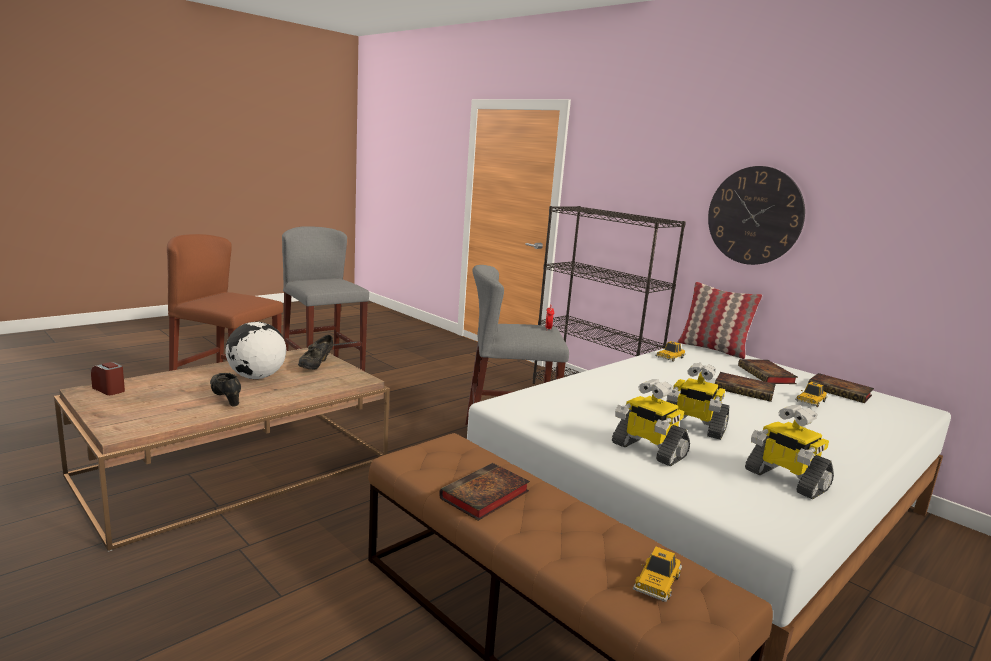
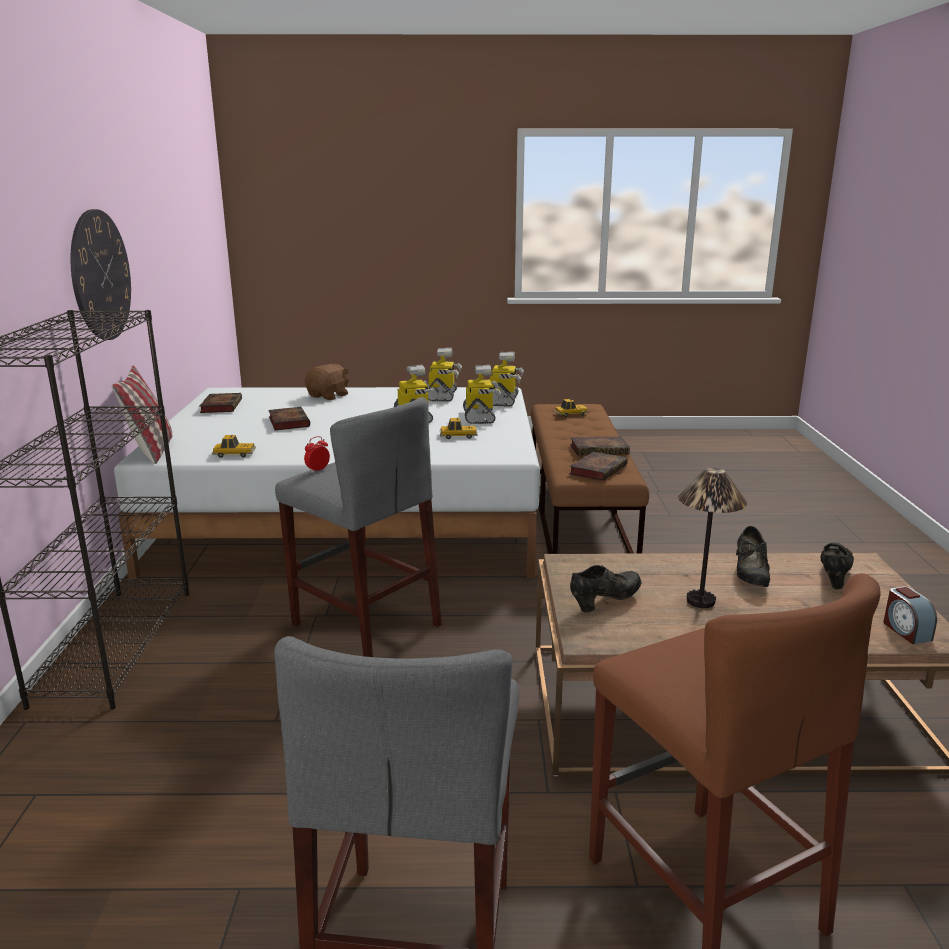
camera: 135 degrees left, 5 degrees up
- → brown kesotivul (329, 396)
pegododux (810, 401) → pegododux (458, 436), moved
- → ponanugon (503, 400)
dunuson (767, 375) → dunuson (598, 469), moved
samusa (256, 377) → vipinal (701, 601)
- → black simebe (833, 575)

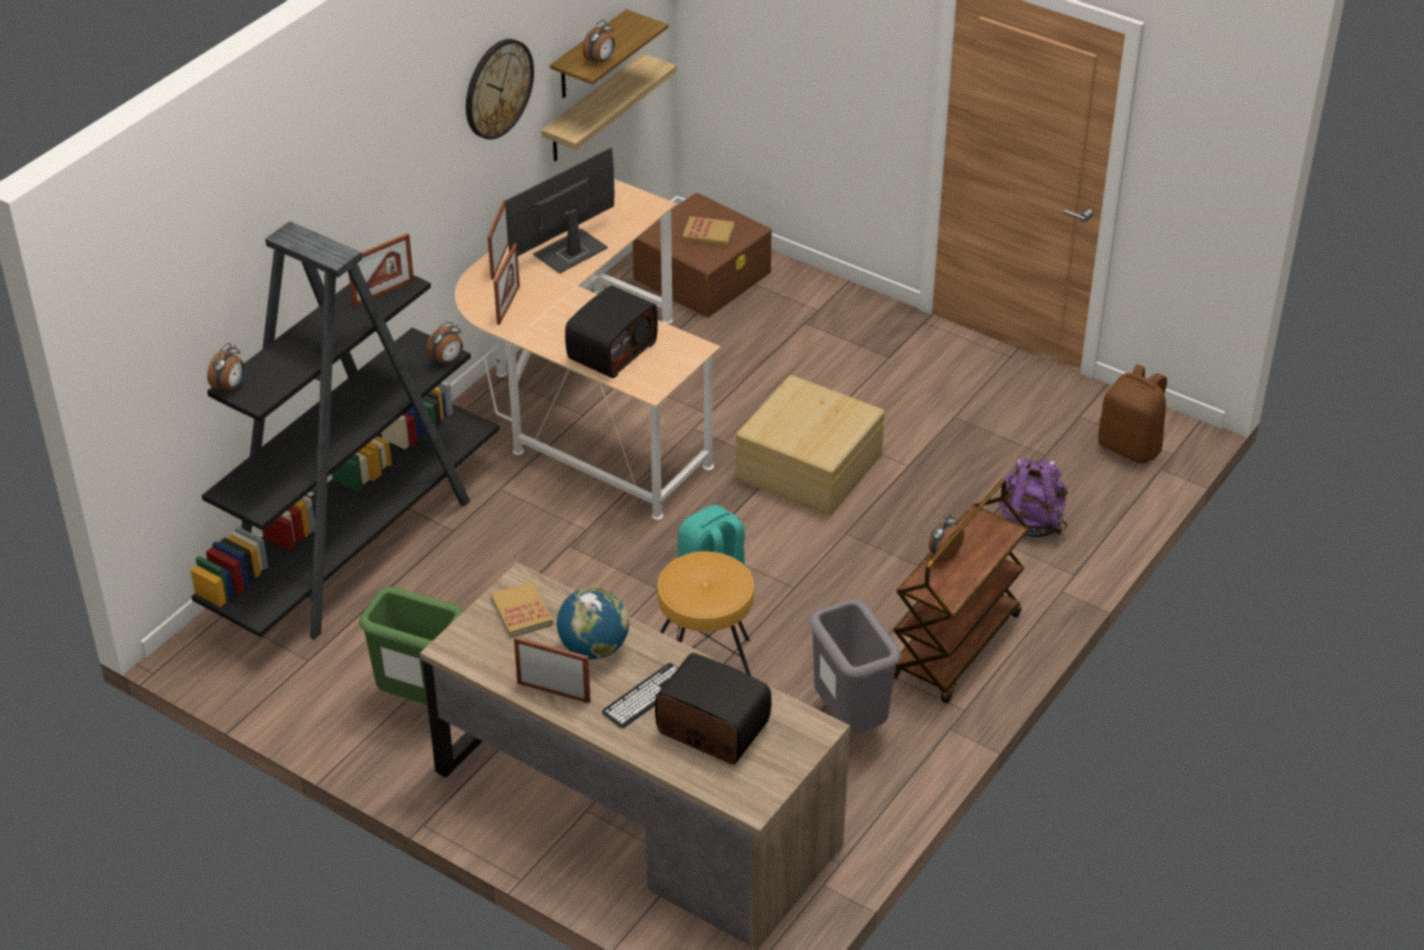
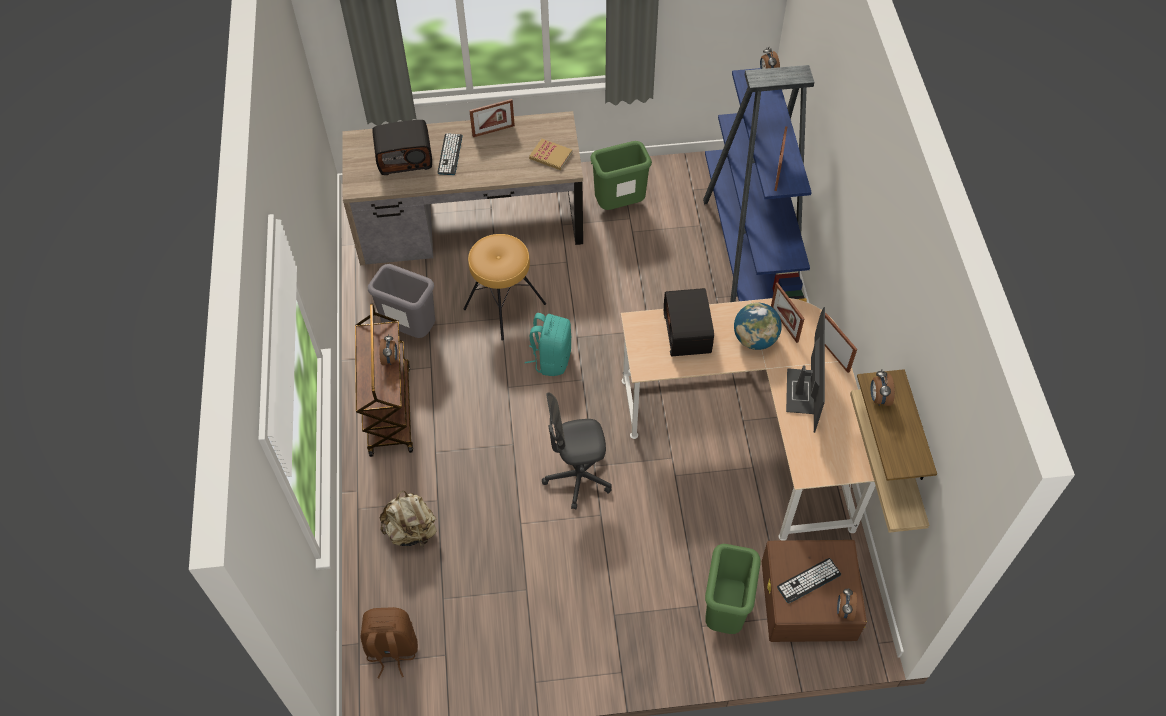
camera: 140 degrees right, 15 degrees up
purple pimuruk (1030, 523) → beige pimuruk (411, 531)
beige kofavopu (808, 467) → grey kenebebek (578, 478)
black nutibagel (356, 545) → blue nutibagel (750, 257)
- → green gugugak (725, 612)
samusa (594, 648) → samusa (755, 339), moved
dunuson (708, 234) → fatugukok (809, 580)
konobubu (447, 360) → konobubu (844, 611), moved
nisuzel (498, 88) → -

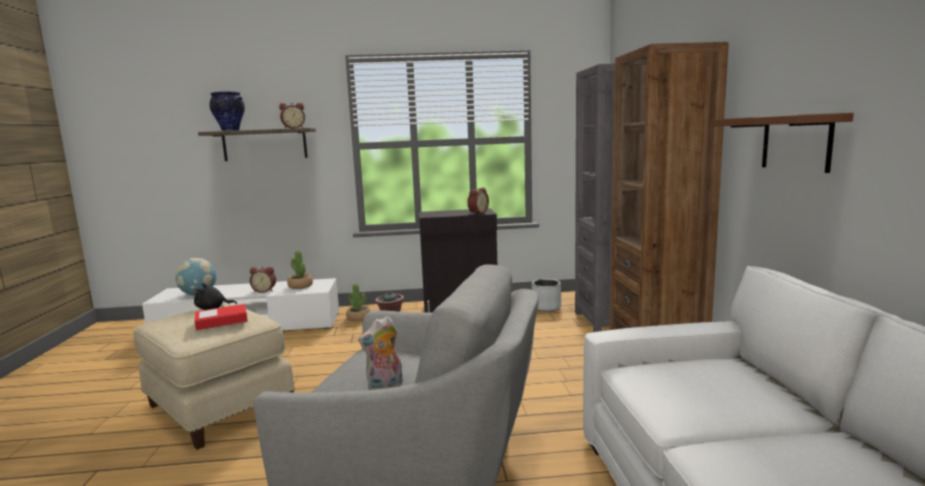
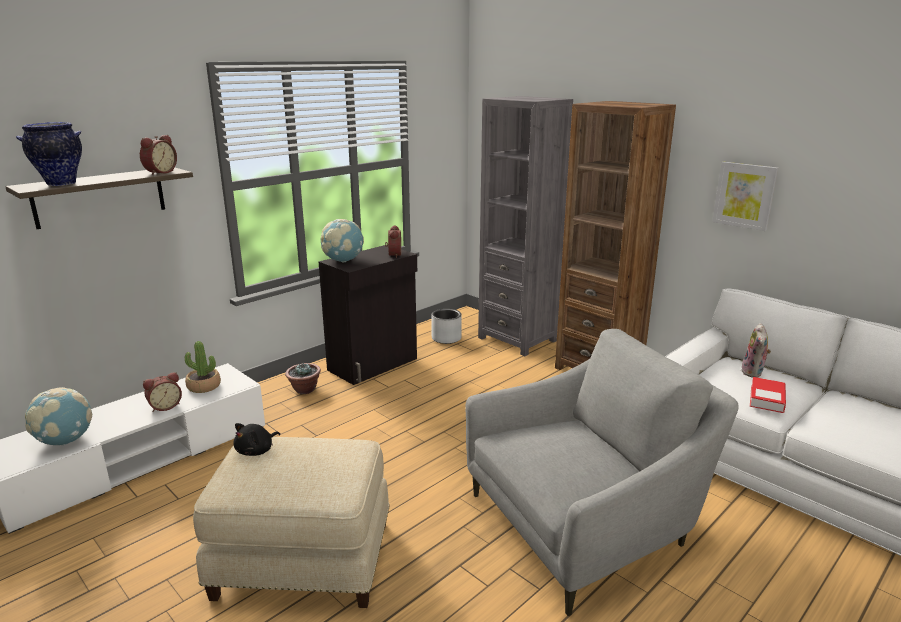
camera: 40 degrees left, 10 degrees up
- → samusa (343, 260)
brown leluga (796, 142) → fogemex (744, 195)
kesotivul (385, 387) → kesotivul (753, 373), moved
dunuson (222, 321) → dunuson (766, 399), moved
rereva (359, 318) → -

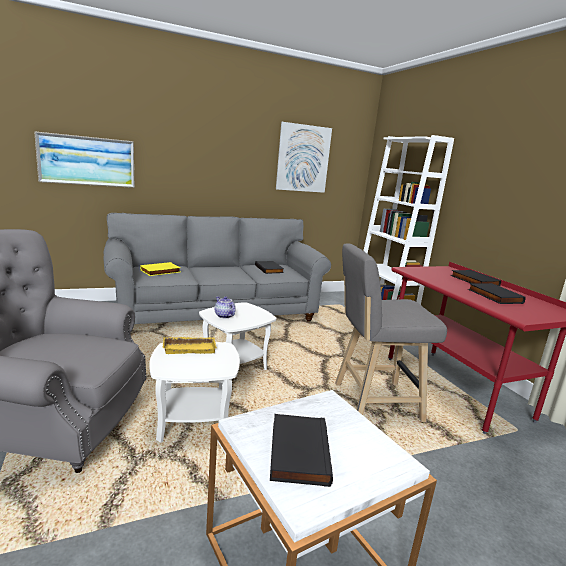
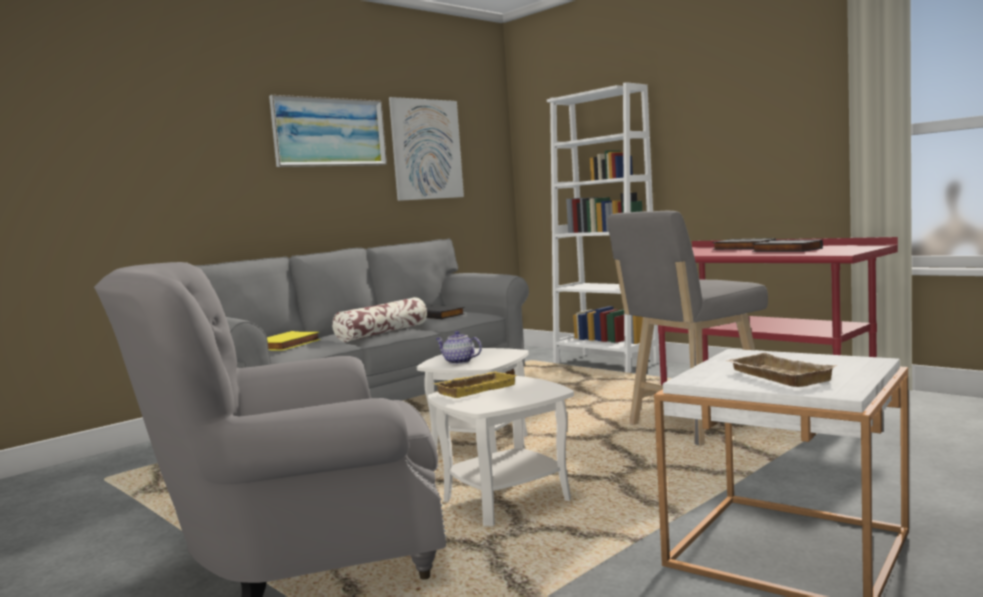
camera: 20 degrees left, 10 degrees down
fogemex (87, 161) → fogemex (329, 132), moved
- → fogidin (383, 332)
black dunuson (297, 451) → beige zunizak (775, 376)

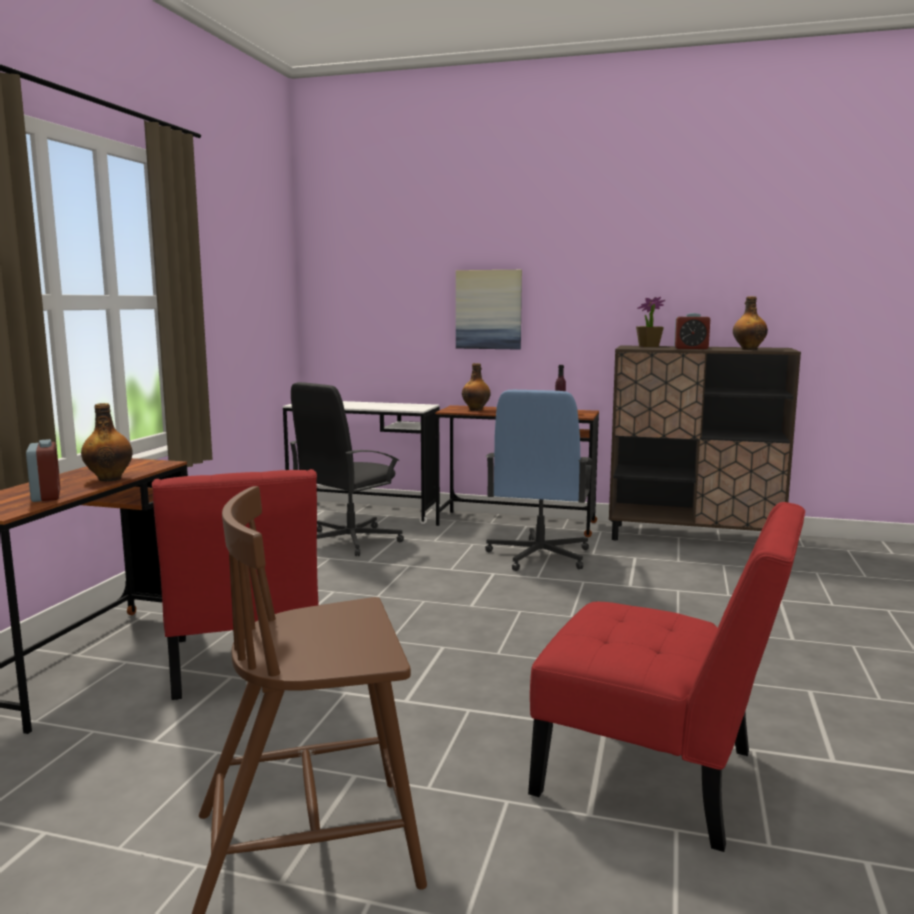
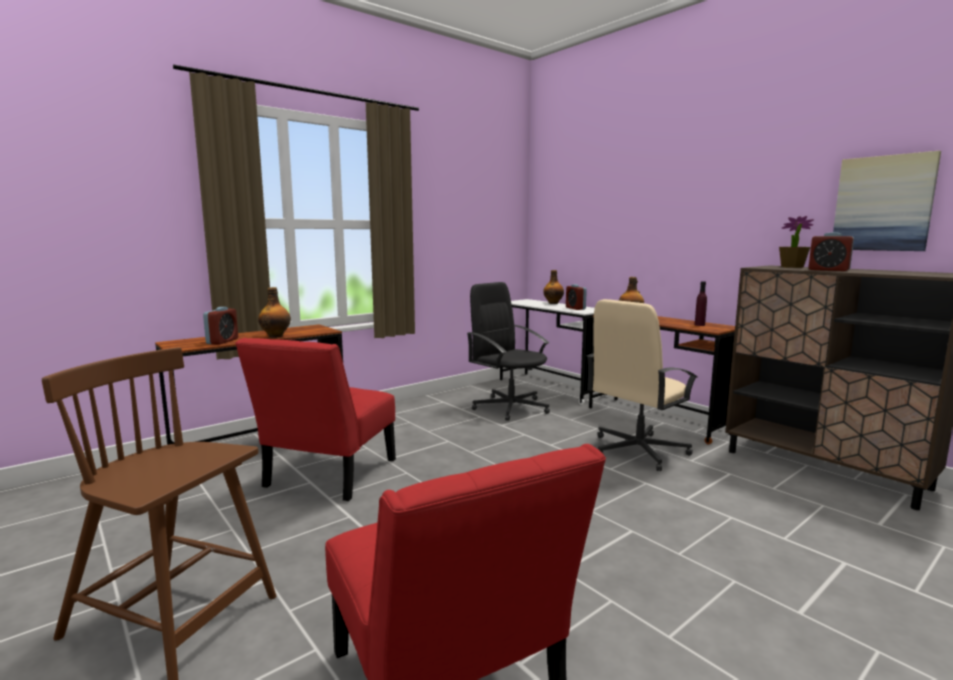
camera: 35 degrees right, 0 degrees up
black kenebebek (349, 541) → black kenebebek (510, 407), 60 degrees clockwise
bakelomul (748, 349) → bakelomul (553, 303), moved
- → konobubu (575, 308)
blue kenebebek (538, 556) → beige kenebebek (637, 451)
fogemex (488, 309) → fogemex (883, 203), moved

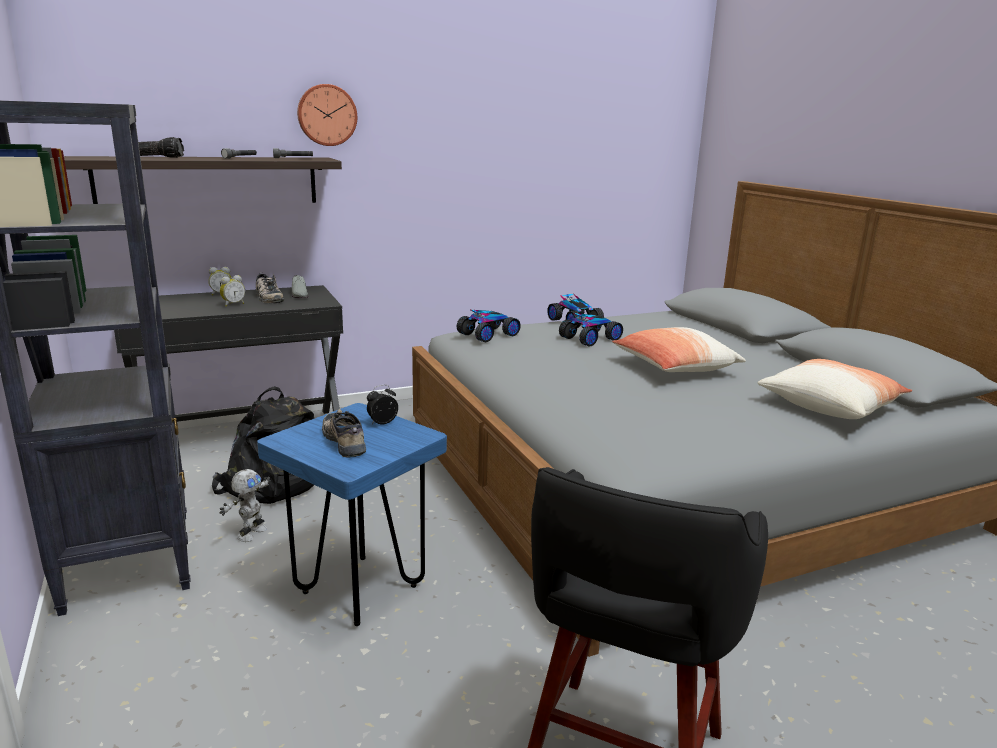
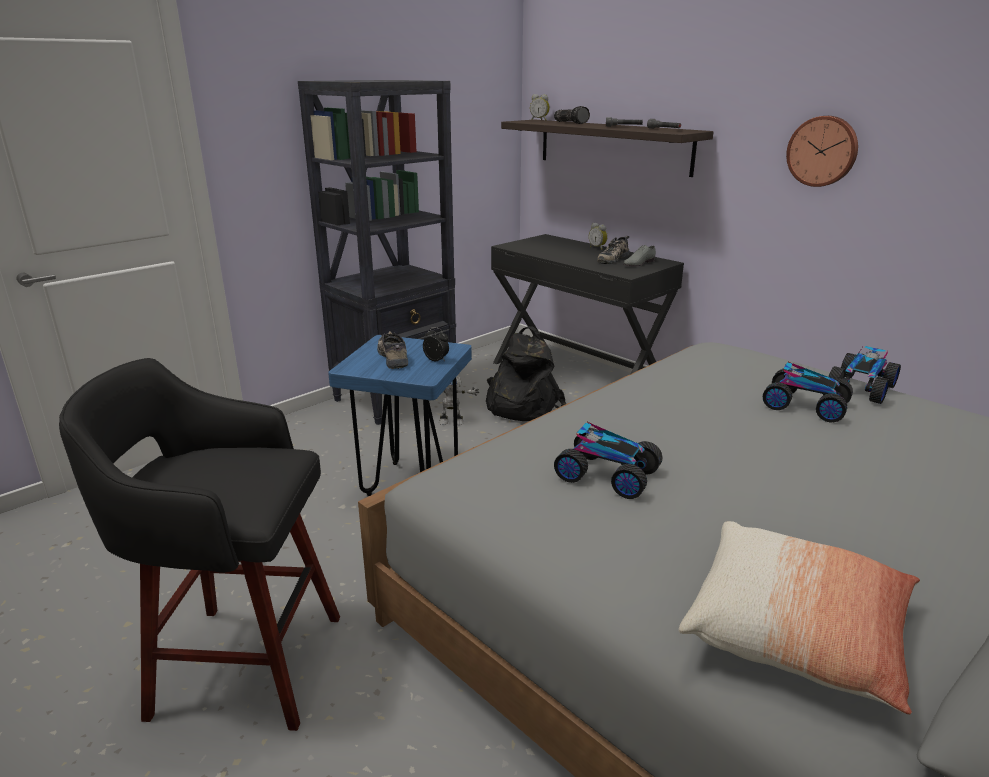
camera: 70 degrees right, 5 degrees up
simebe (346, 440) → simebe (394, 357), 60 degrees counterclockwise
konobubu (233, 304) → konobubu (539, 120), moved
pegododux (489, 335) → pegododux (607, 475), moved
nisuzel (327, 115) → nisuzel (822, 151), moved
fogidin (674, 368) → -

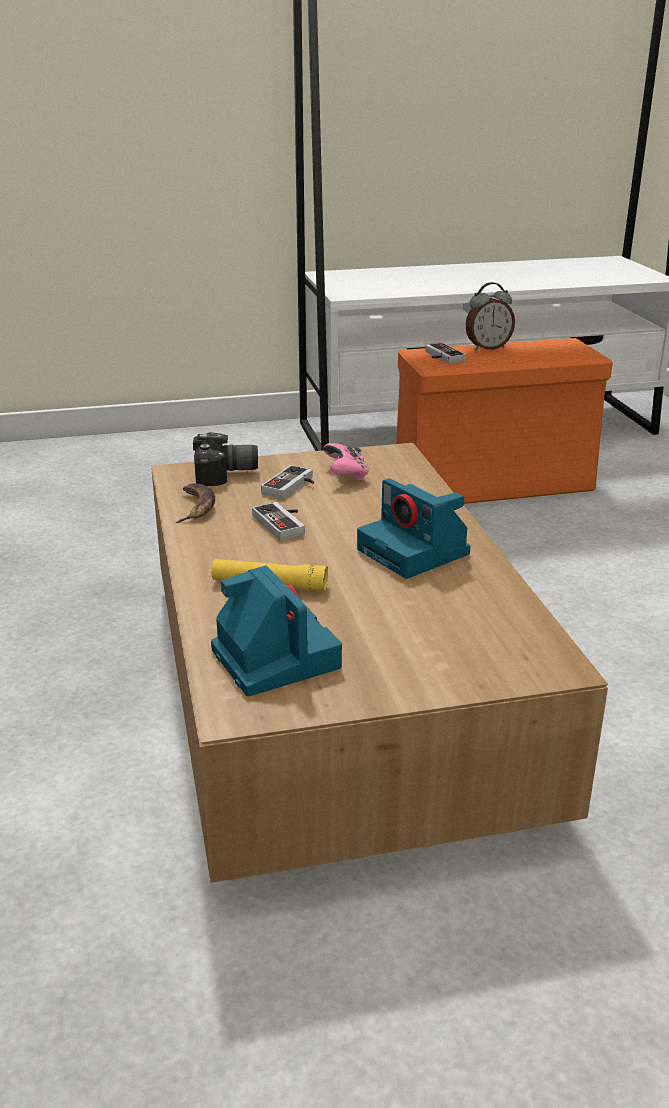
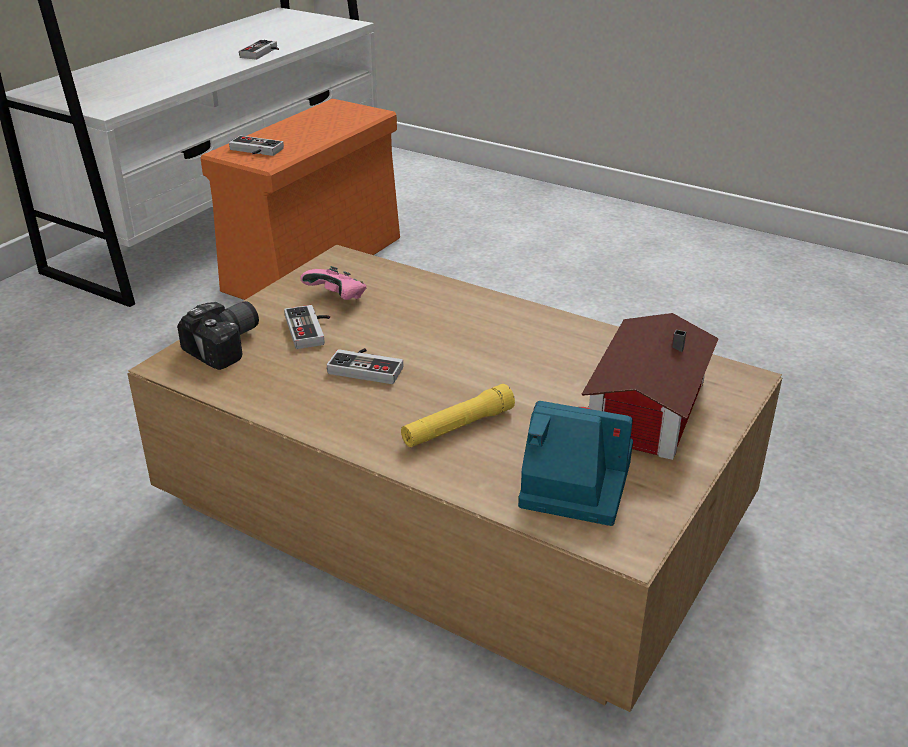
camera: 45 degrees left, 5 degrees up
- → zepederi (262, 53)
- → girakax (642, 409)
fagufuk (195, 507) → -
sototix (415, 552) → -
konobubu (487, 348) → -

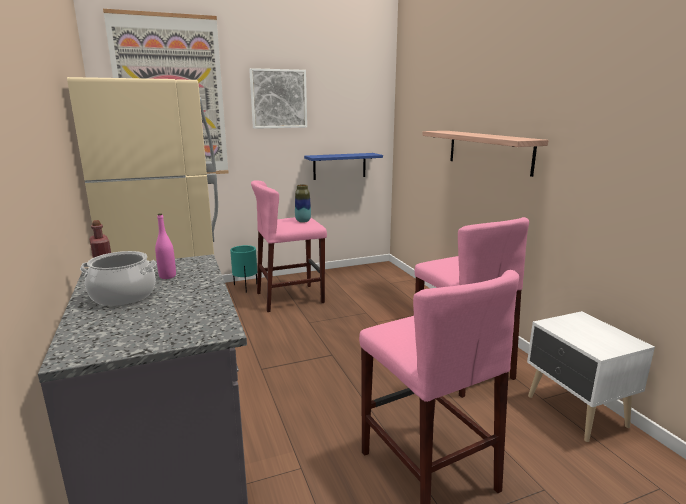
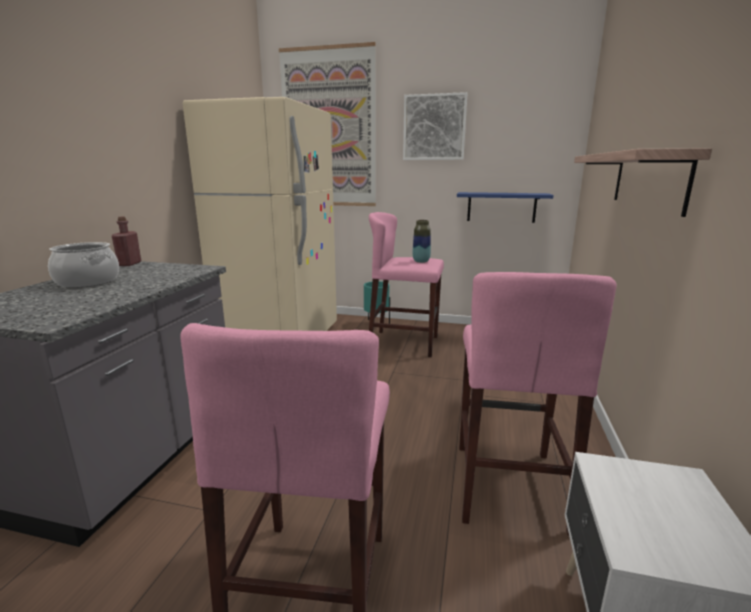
camera: 35 degrees right, 0 degrees up
pink bakelomul (167, 276) → -

